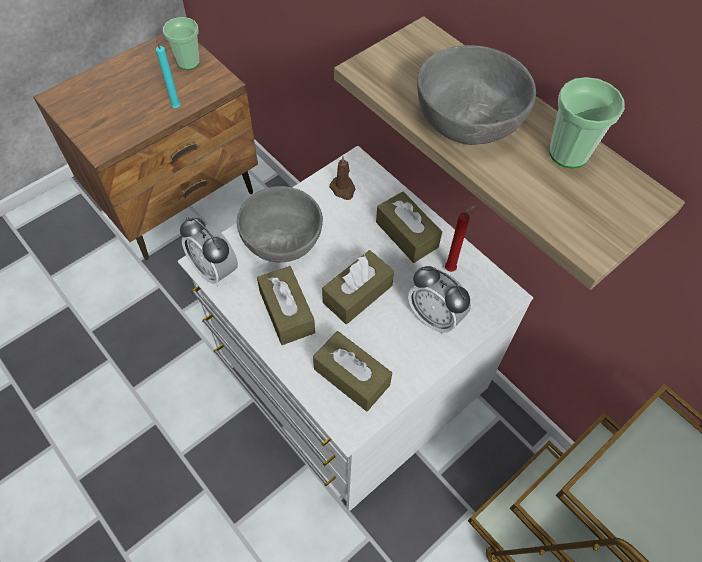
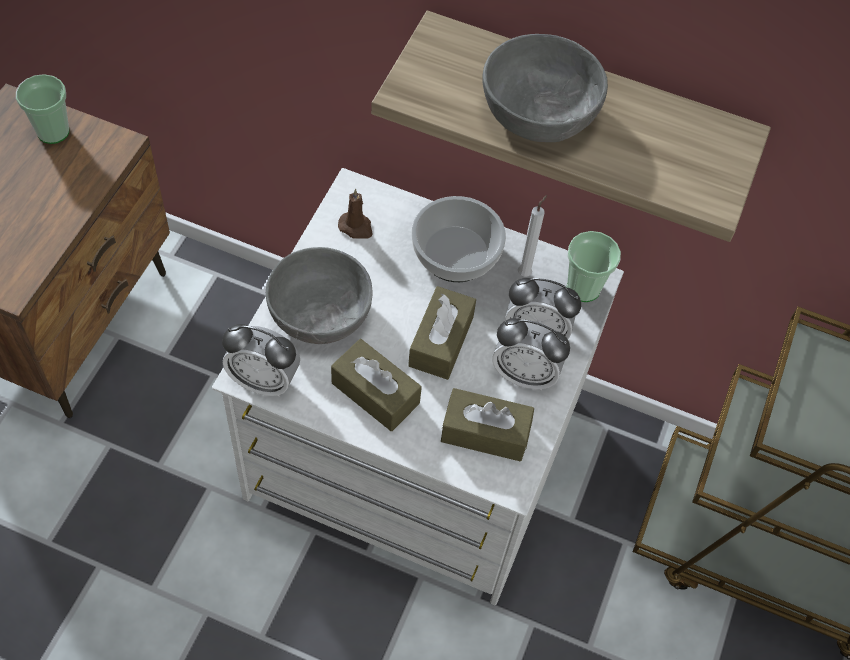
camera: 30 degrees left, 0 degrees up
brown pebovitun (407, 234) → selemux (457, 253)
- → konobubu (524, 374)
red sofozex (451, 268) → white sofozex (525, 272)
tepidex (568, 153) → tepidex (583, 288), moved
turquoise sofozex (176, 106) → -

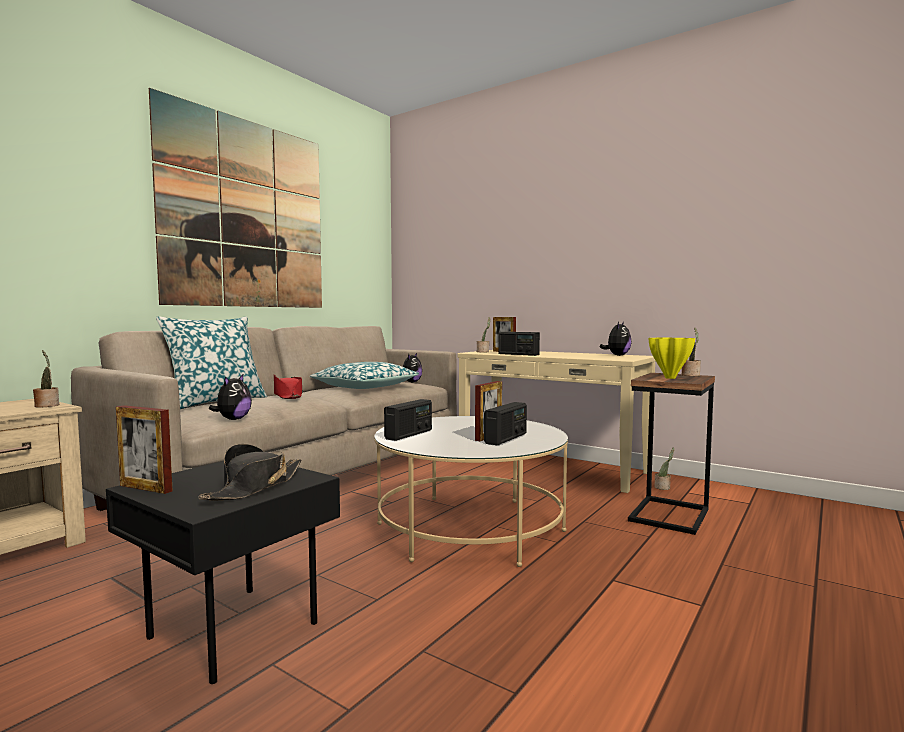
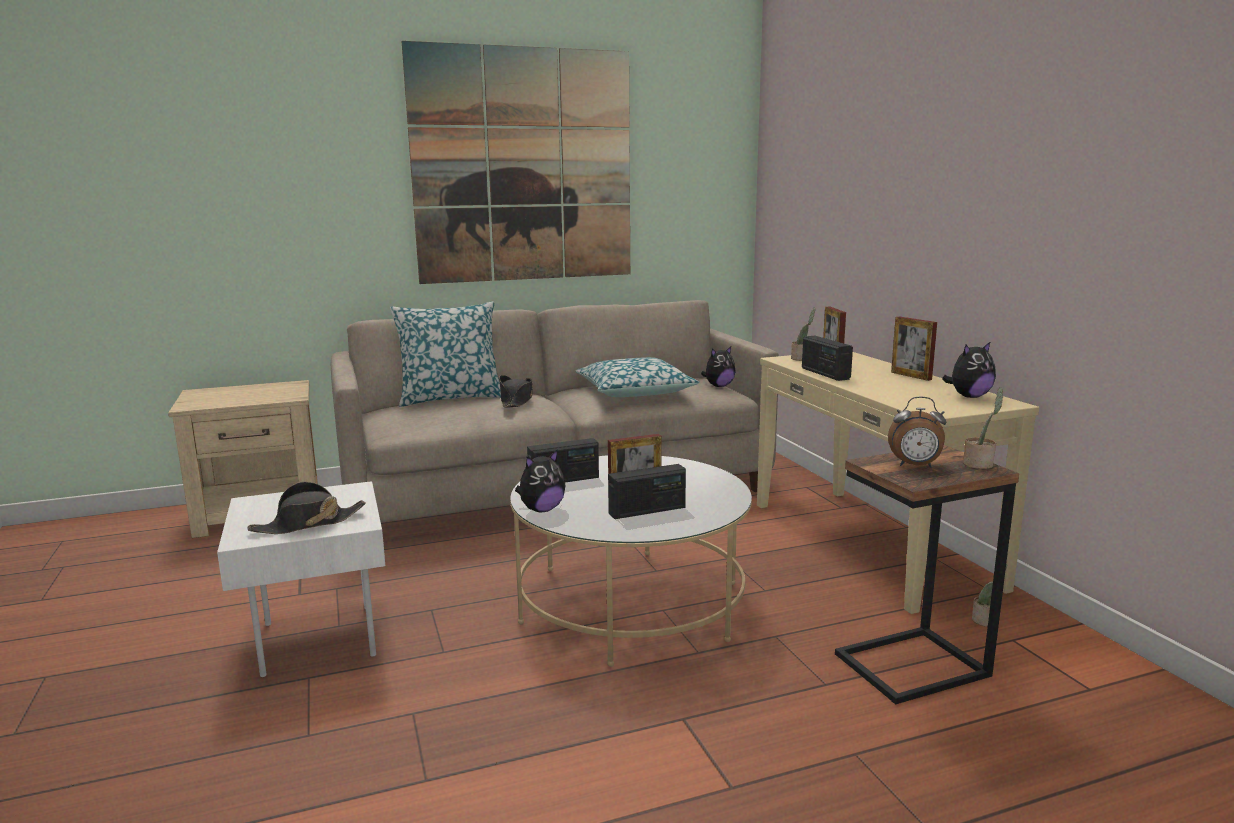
camera: 35 degrees right, 10 degrees up
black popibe (228, 630) → white popibe (315, 638)
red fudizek (288, 396) → black fudizek (516, 400)
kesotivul (233, 419) → kesotivul (541, 509), moved
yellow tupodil (669, 378) → konobubu (915, 466)
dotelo (145, 488) → dotelo (911, 376), moved
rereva (47, 405) → -

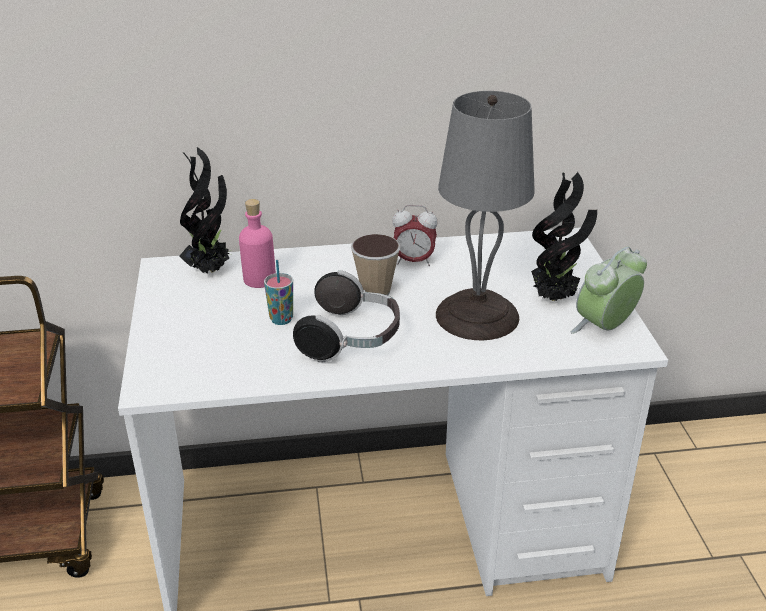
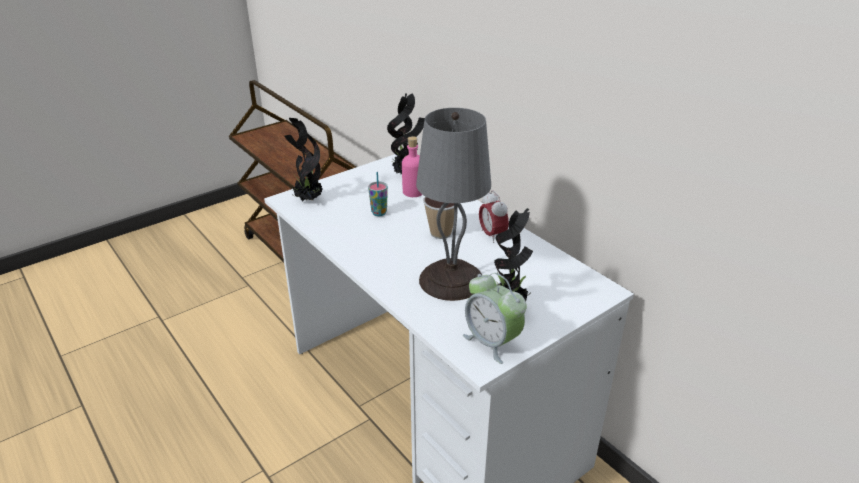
camera: 60 degrees right, 0 degrees up
- → rereva (307, 200)
konobubu (604, 328) → konobubu (492, 342), 150 degrees counterclockwise
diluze (351, 339) → -

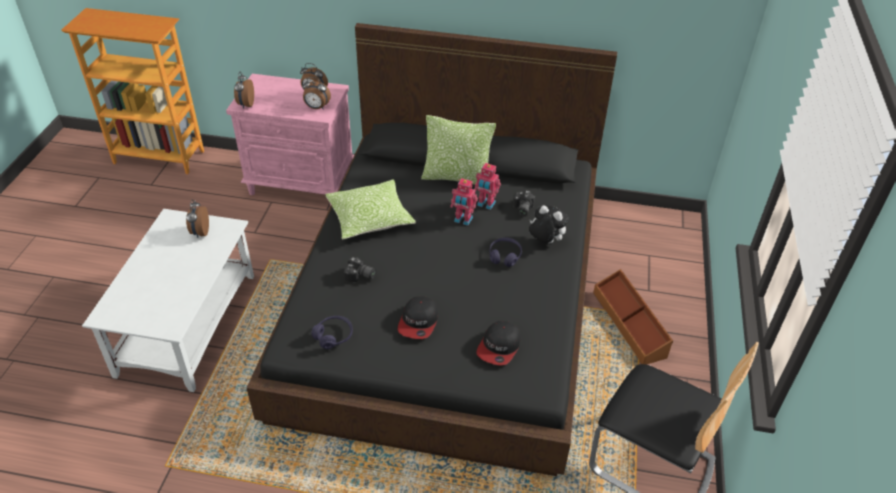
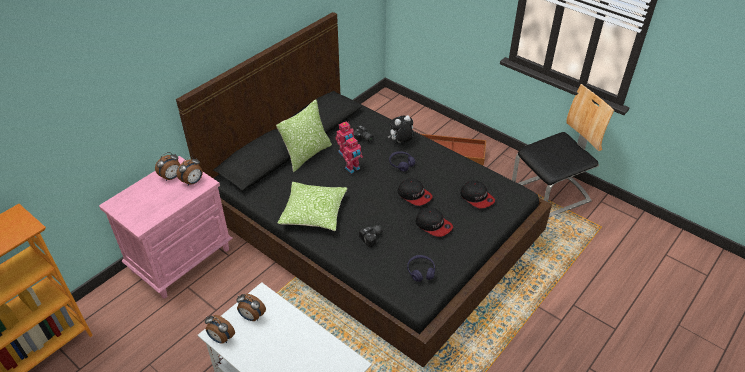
camera: 60 degrees left, 0 degrees up
konobubu (245, 104) → konobubu (221, 338), moved
- → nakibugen (414, 195)

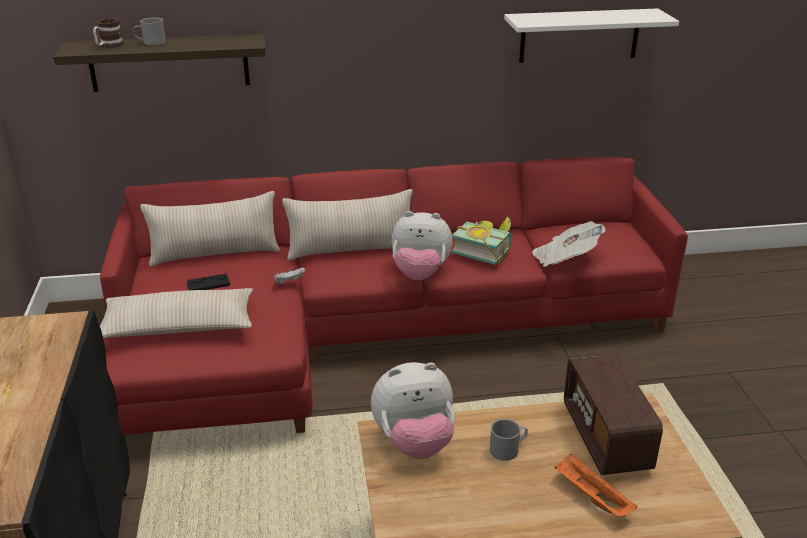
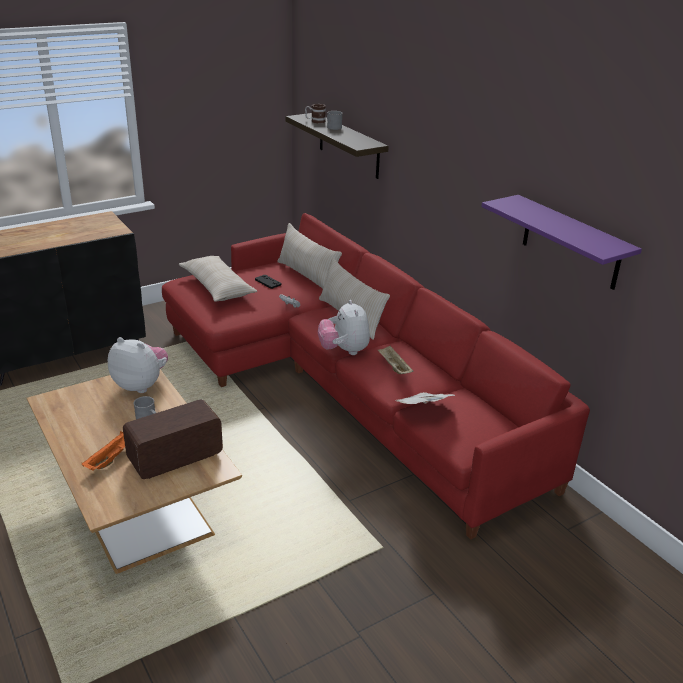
camera: 65 degrees right, 0 degrees up
kesotivul (414, 443) → kesotivul (141, 385), 150 degrees clockwise
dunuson (483, 251) → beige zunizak (394, 367)
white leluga (579, 35) → purple leluga (571, 242)

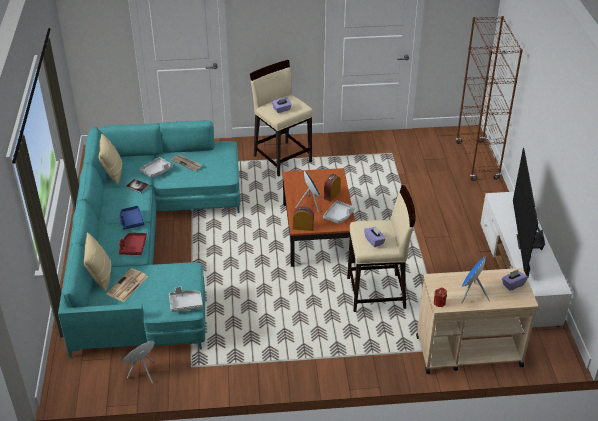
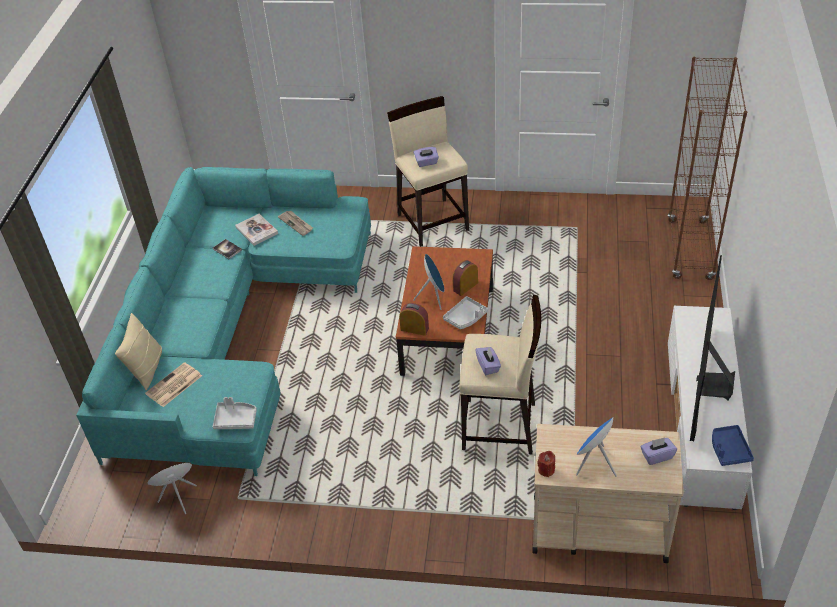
camera: 15 degrees right, 5 degrees up
grey zunizak (157, 171) → dunuson (256, 230)
blue zunizak (131, 221) → blue zunizak (729, 449), moved
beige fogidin (113, 173) → -
red zunizak (133, 247) → -

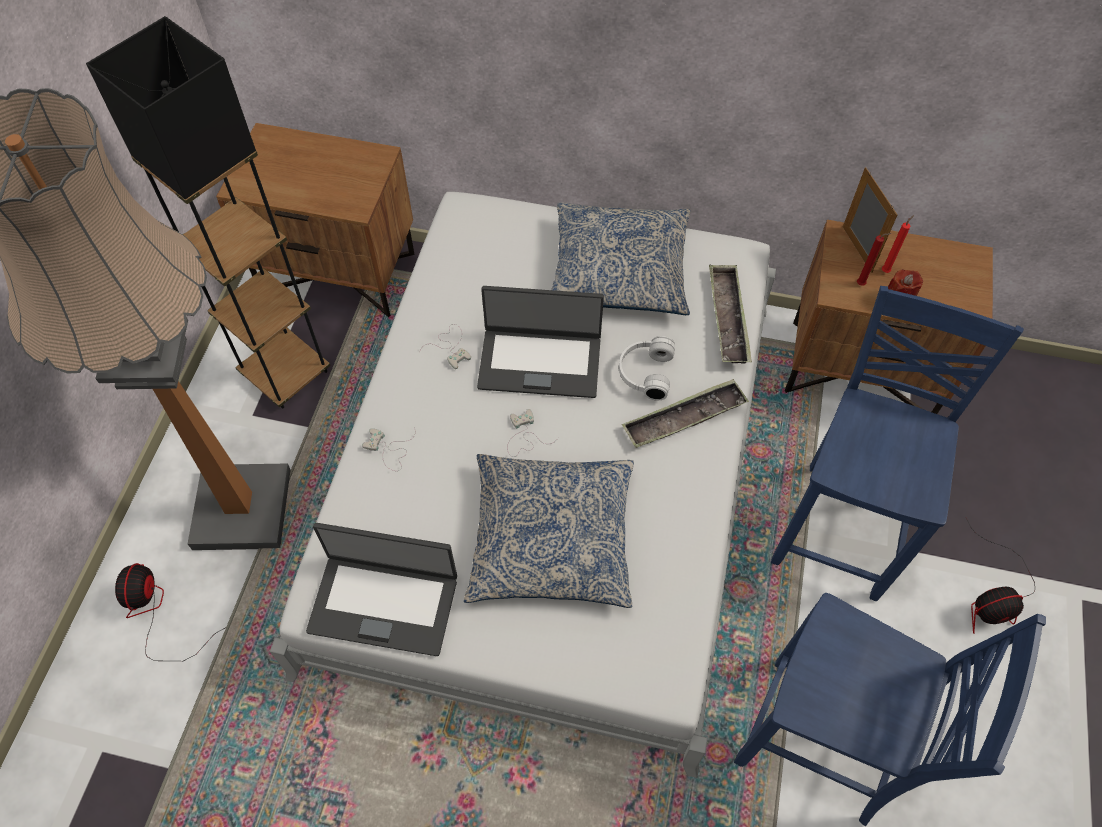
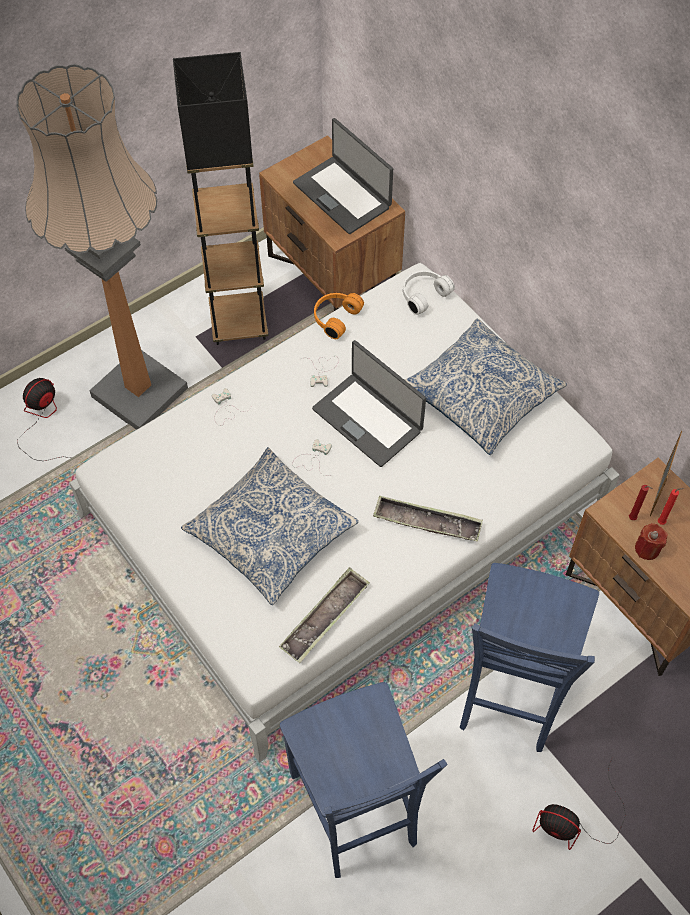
camera: 40 degrees right, 0 degrees up
zunizak (728, 318) → zunizak (325, 618), moved
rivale (384, 603) → rivale (343, 195), moved
- → orange diluze (334, 317)
white diluze (644, 373) → white diluze (423, 294), moved
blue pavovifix (841, 527) → blue pavovifix (511, 693), 135 degrees clockwise

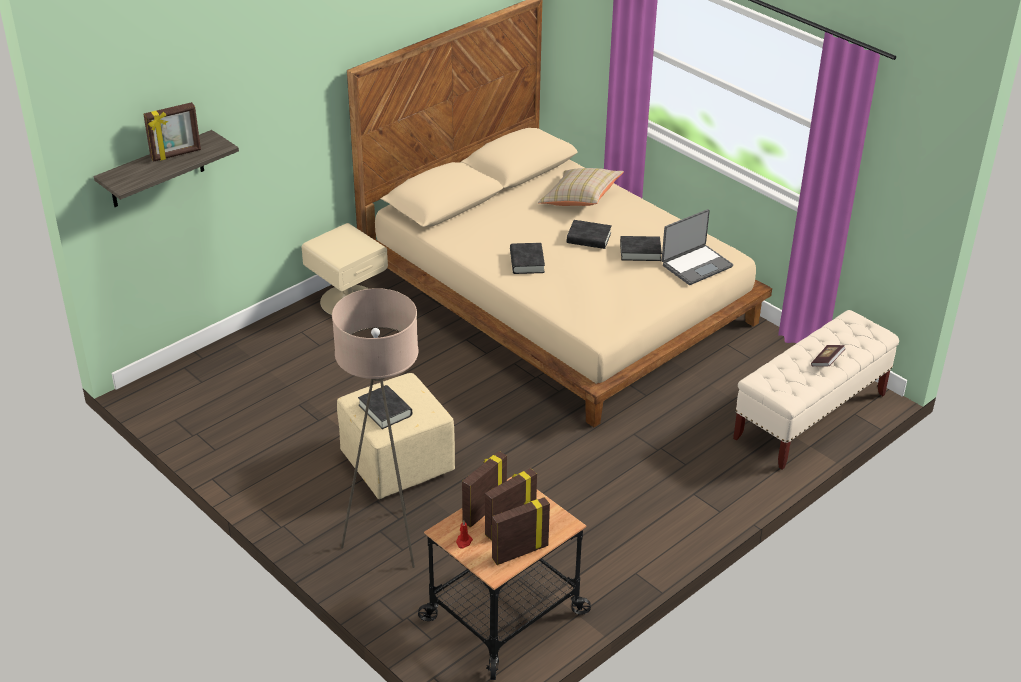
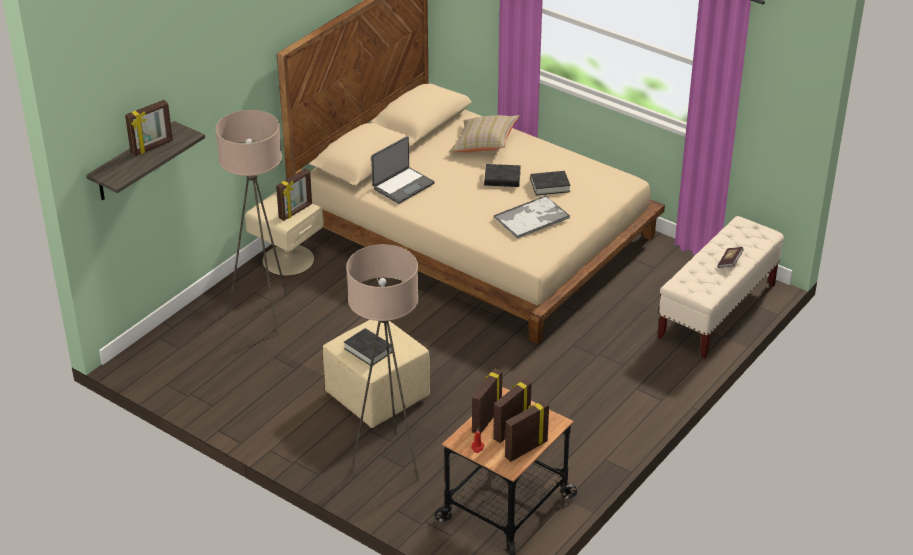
camera: 10 degrees left, 0 degrees up
- → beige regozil (264, 313)
- → dotelo (296, 211)
rivale (696, 265) → rivale (402, 186), moved
- → zunizak (532, 217)
black dunuson (527, 262) → -

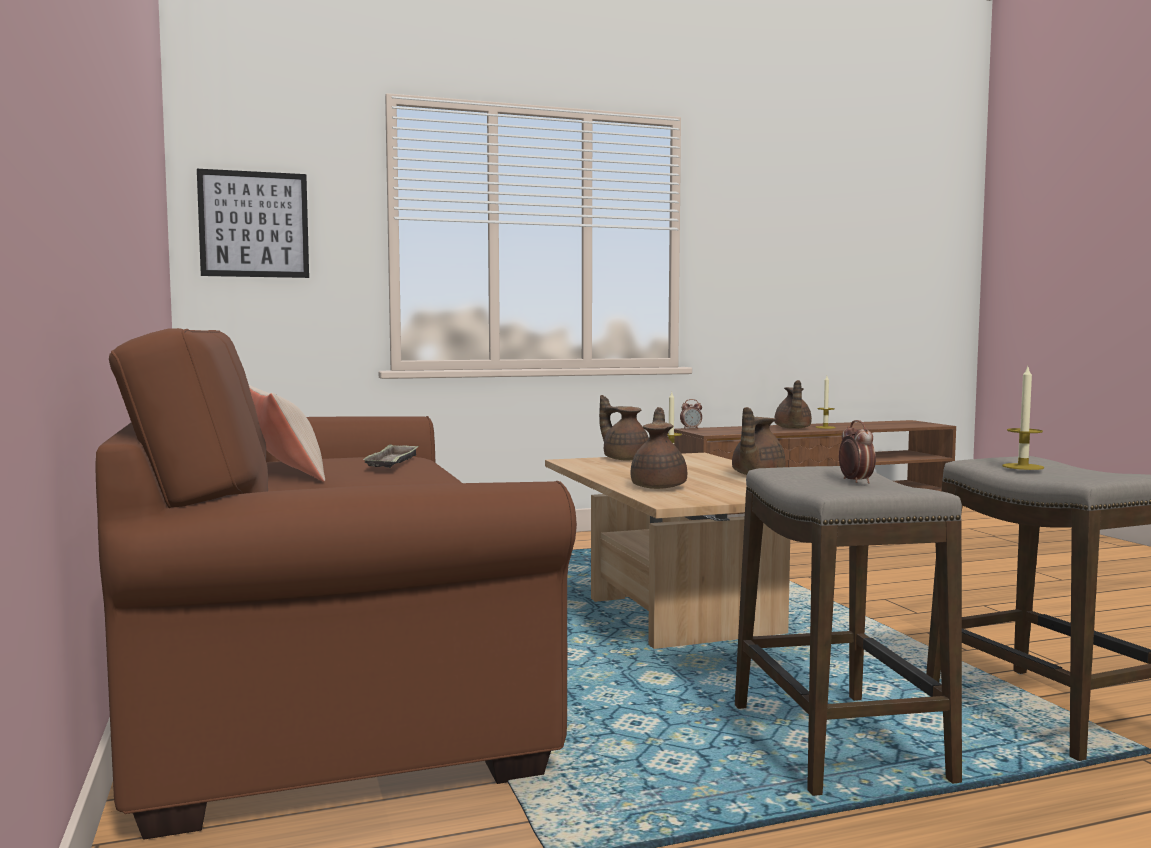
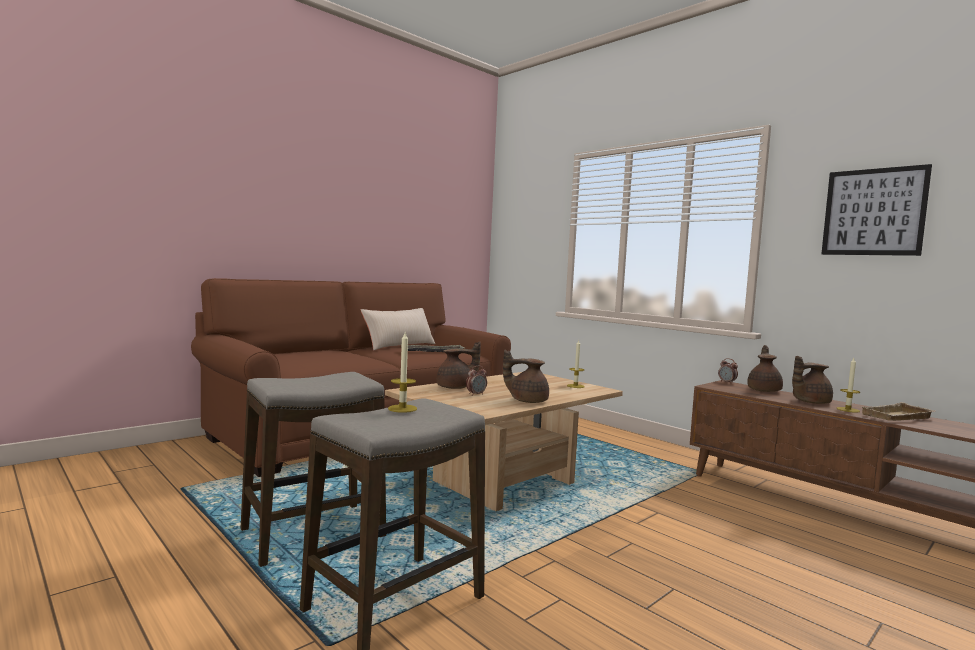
camera: 65 degrees right, 0 degrees up
konobubu (855, 481) → konobubu (476, 394), moved
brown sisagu (625, 459) → brown sisagu (764, 390), moved
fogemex (254, 224) → fogemex (873, 212), moved
- → beige zunizak (898, 417)

